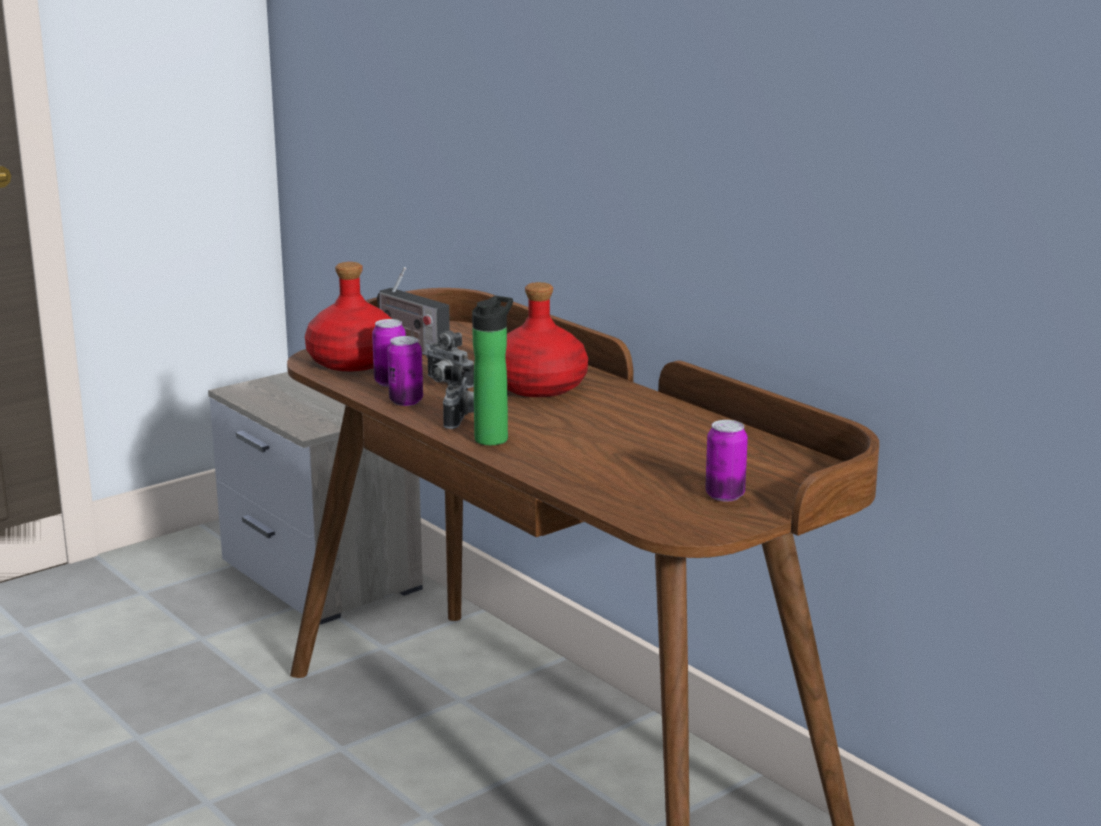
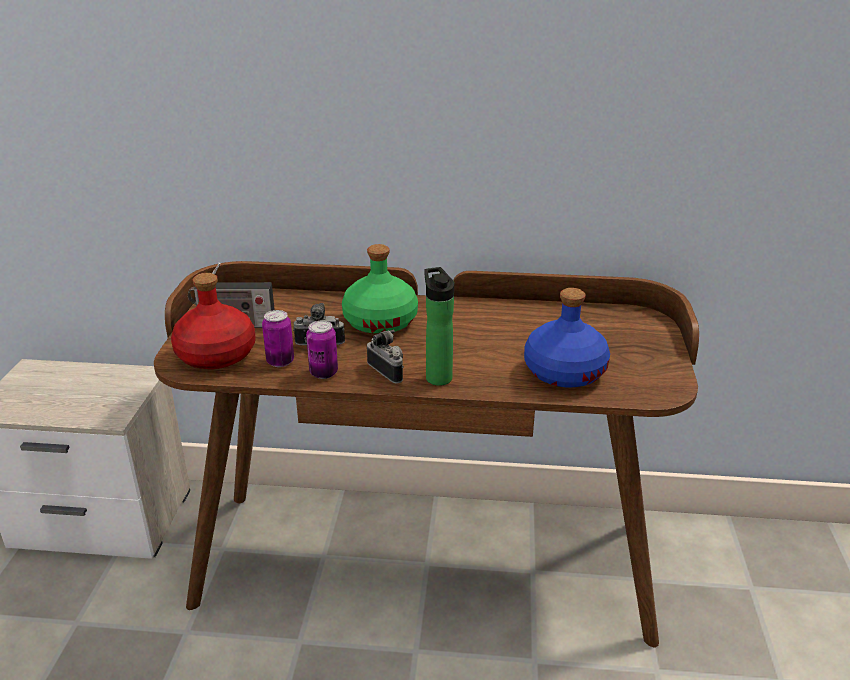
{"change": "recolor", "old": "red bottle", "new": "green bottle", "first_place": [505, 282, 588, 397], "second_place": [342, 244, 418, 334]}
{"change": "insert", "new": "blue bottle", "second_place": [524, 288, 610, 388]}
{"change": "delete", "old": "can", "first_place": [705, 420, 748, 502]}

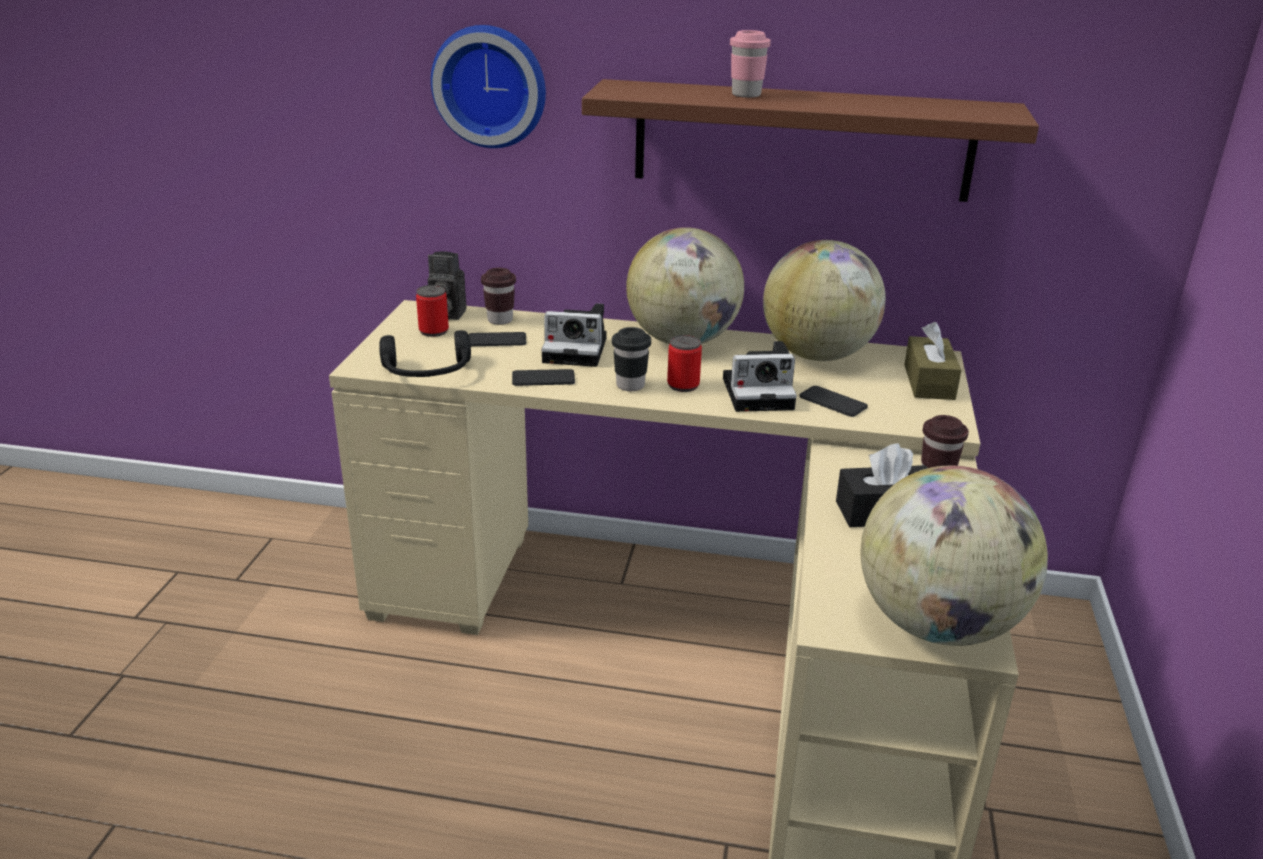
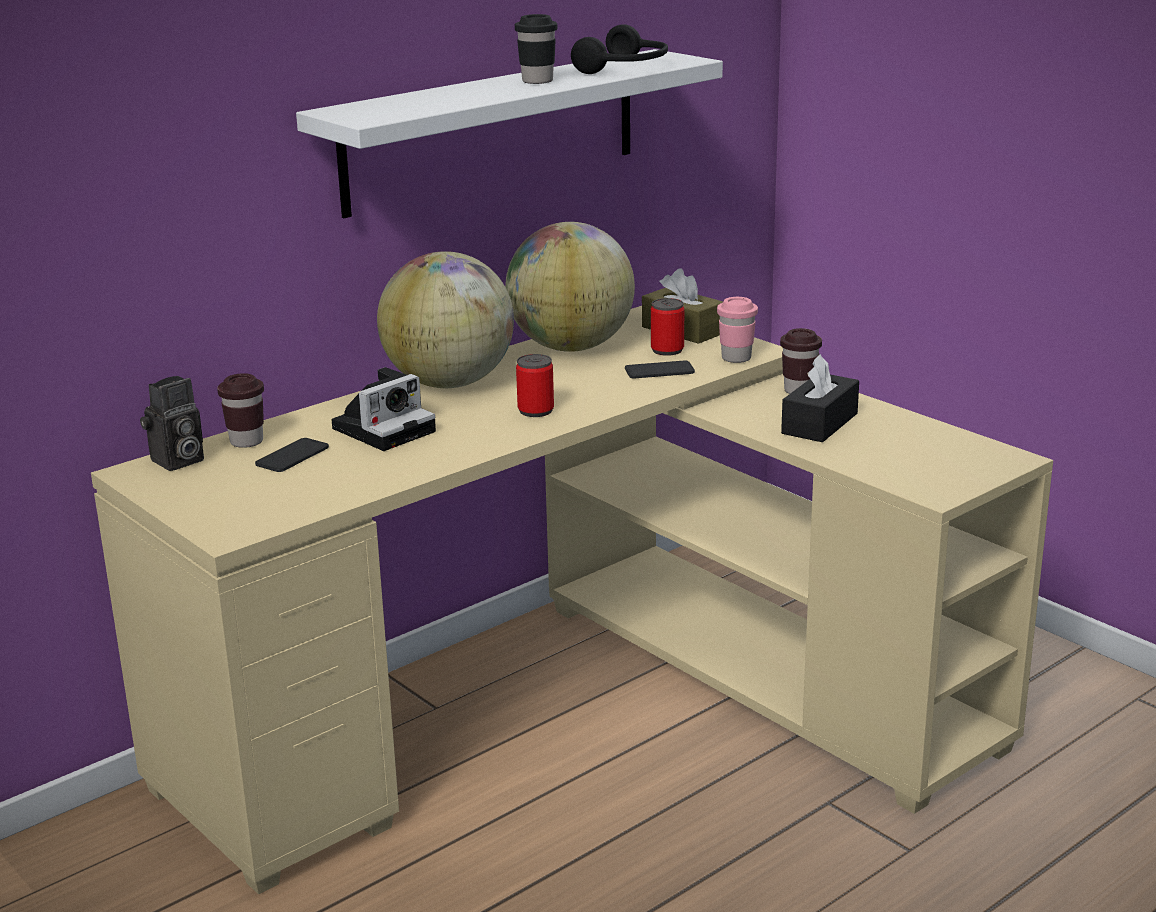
{"change": "recolor", "old": "brown shelf", "new": "white shelf", "first_place": [582, 79, 1039, 202], "second_place": [296, 49, 723, 218]}
{"change": "move", "old": "black cup", "first_place": [612, 327, 651, 391], "second_place": [515, 14, 557, 84]}
{"change": "move", "old": "black headphones", "first_place": [379, 330, 471, 377], "second_place": [571, 24, 668, 74]}
{"change": "move", "old": "can", "first_place": [416, 285, 449, 337], "second_place": [651, 298, 684, 356]}
{"change": "move", "old": "pink cup", "first_place": [730, 30, 771, 98], "second_place": [717, 297, 758, 363]}
{"change": "delete", "old": "wall clock", "first_place": [431, 25, 546, 148]}
{"change": "delete", "old": "phone", "first_place": [512, 369, 575, 386]}
{"change": "delete", "old": "photo camera", "first_place": [723, 341, 797, 412]}
{"change": "delete", "old": "globe", "first_place": [861, 465, 1048, 646]}

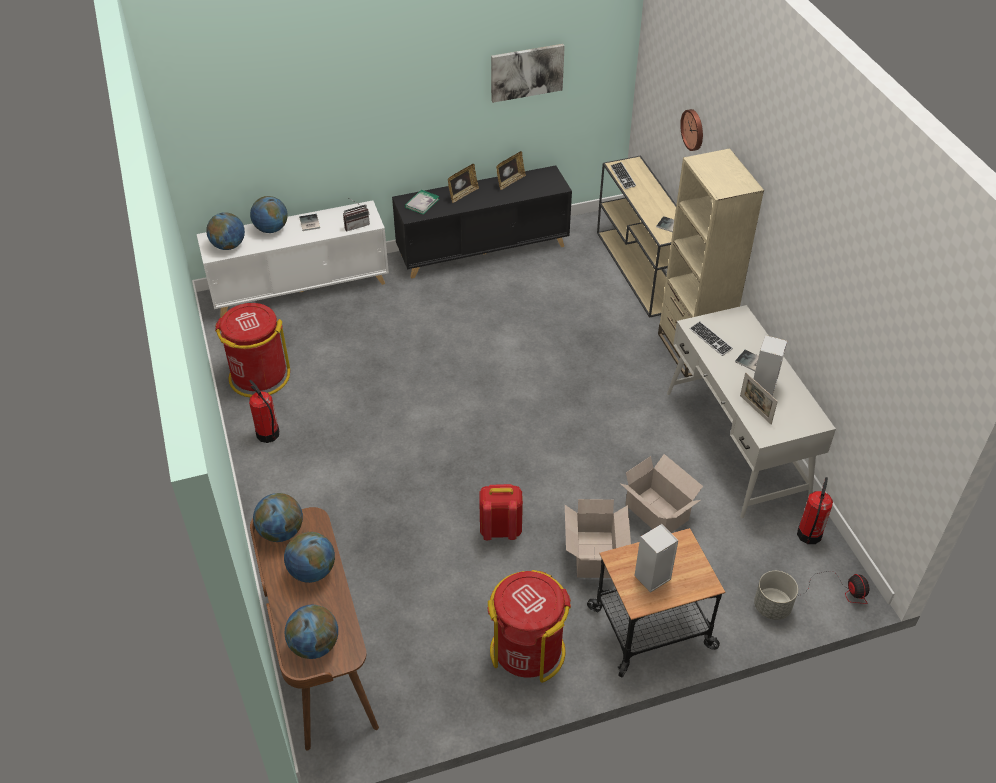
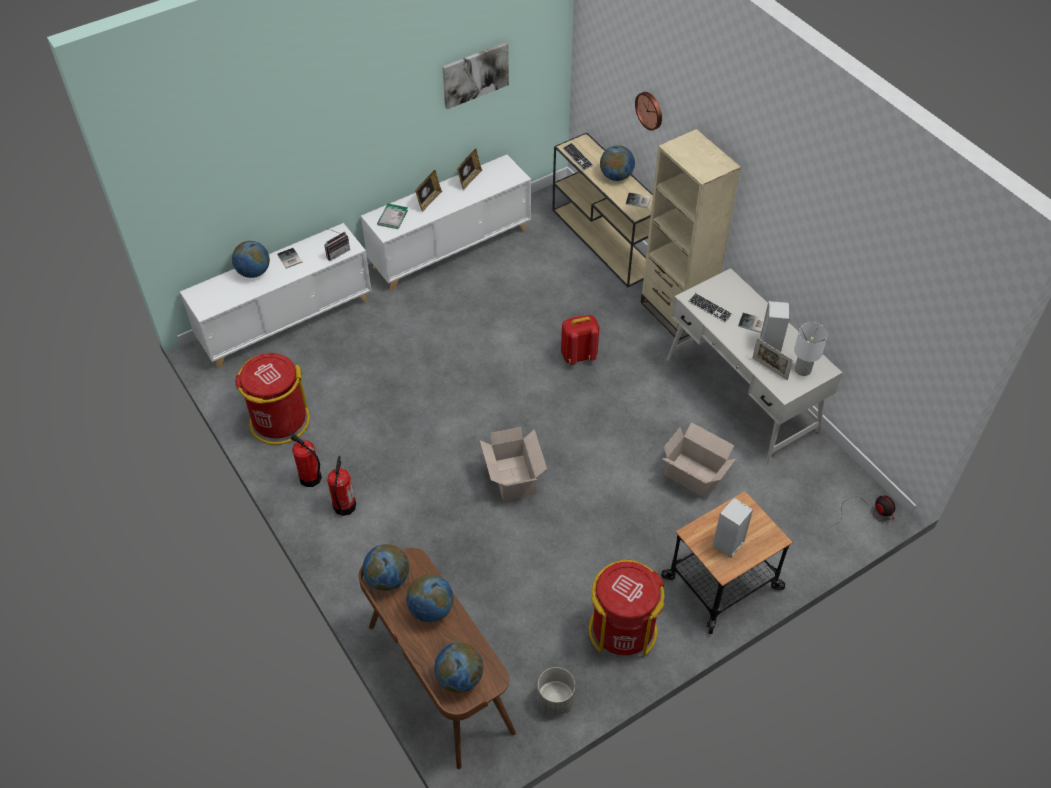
{"change": "move", "old": "fire extinguisher", "first_place": [797, 477, 833, 544], "second_place": [327, 456, 356, 516]}
{"change": "recolor", "old": "black cabinet", "new": "white cabinet", "first_place": [392, 165, 572, 279], "second_place": [361, 155, 531, 291]}
{"change": "move", "old": "cardboard box", "first_place": [565, 499, 631, 578], "second_place": [480, 427, 547, 501]}
{"change": "move", "old": "grey planter", "first_place": [754, 571, 798, 620], "second_place": [537, 667, 575, 715]}
{"change": "move", "old": "red backpack", "first_place": [479, 484, 523, 540], "second_place": [561, 315, 599, 365]}
{"change": "move", "old": "globe", "first_place": [206, 212, 245, 250], "second_place": [600, 145, 635, 181]}
{"change": "insert", "new": "white table lamp", "second_place": [794, 322, 828, 376]}

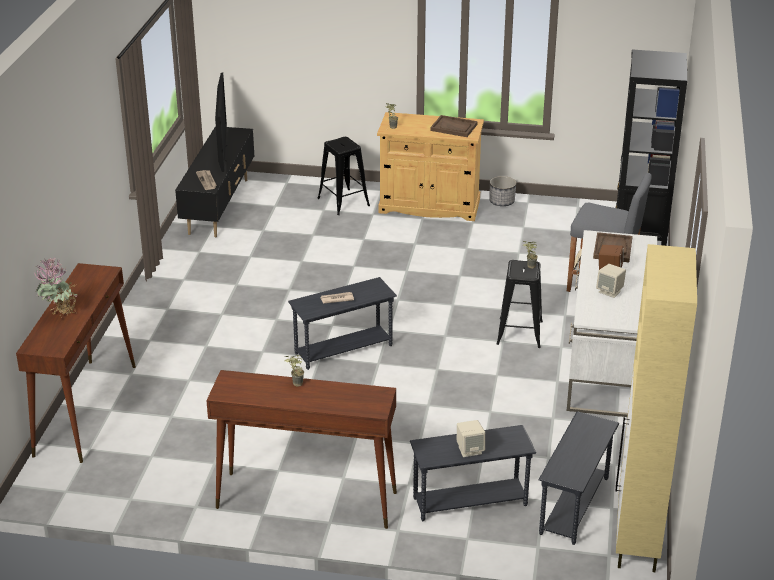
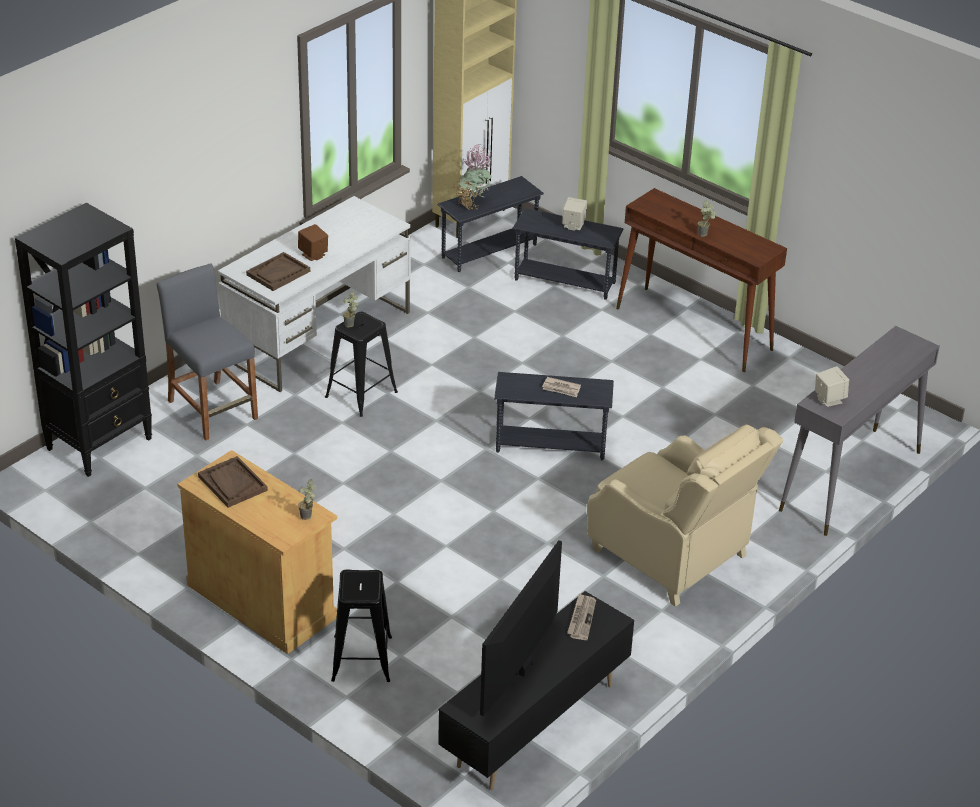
{"change": "move", "old": "potted plant", "first_place": [33, 258, 78, 315], "second_place": [452, 144, 492, 210]}
{"change": "insert", "new": "beige armchair", "second_place": [587, 425, 784, 607]}
{"change": "recolor", "old": "brown console table", "new": "grey console table", "first_place": [16, 263, 136, 463], "second_place": [779, 326, 940, 536]}
{"change": "move", "old": "beige speaker", "first_place": [596, 264, 626, 298], "second_place": [815, 366, 849, 407]}
{"change": "delete", "old": "planter", "first_place": [489, 176, 516, 206]}

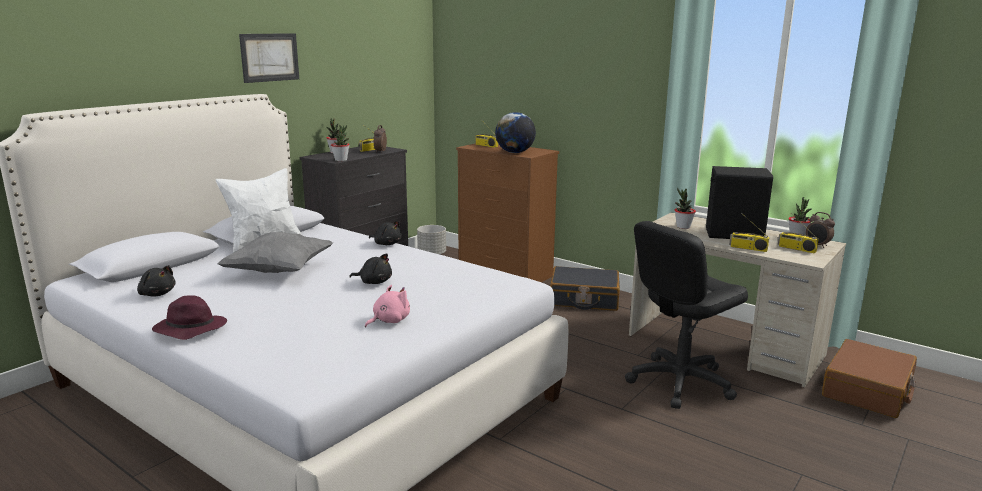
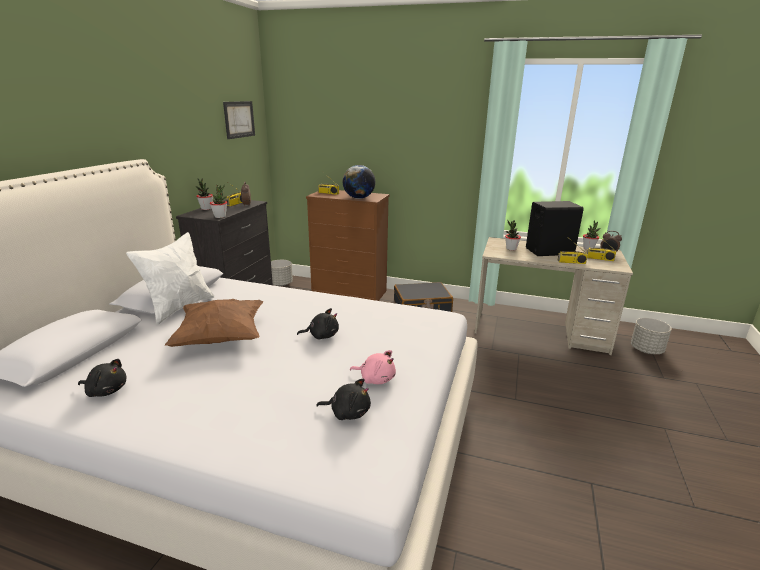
{"change": "recolor", "old": "grey pillow", "new": "brown pillow", "first_place": [217, 232, 333, 273], "second_place": [165, 299, 263, 347]}
{"change": "move", "old": "picture", "first_place": [239, 33, 299, 83], "second_place": [223, 101, 255, 139]}
{"change": "move", "old": "black plush toy", "first_place": [369, 220, 402, 245], "second_place": [316, 379, 371, 420]}
{"change": "rotate", "old": "pink plush toy", "first_place": [365, 285, 410, 328], "second_place": [350, 350, 396, 384], "degrees": 90}
{"change": "replace", "old": "brown suitcase", "new": "grey planter", "first_place": [822, 339, 917, 418], "second_place": [631, 318, 672, 354]}
{"change": "delete", "old": "purple hat", "first_place": [152, 295, 227, 340]}
{"change": "delete", "old": "black office chair", "first_place": [625, 221, 748, 409]}

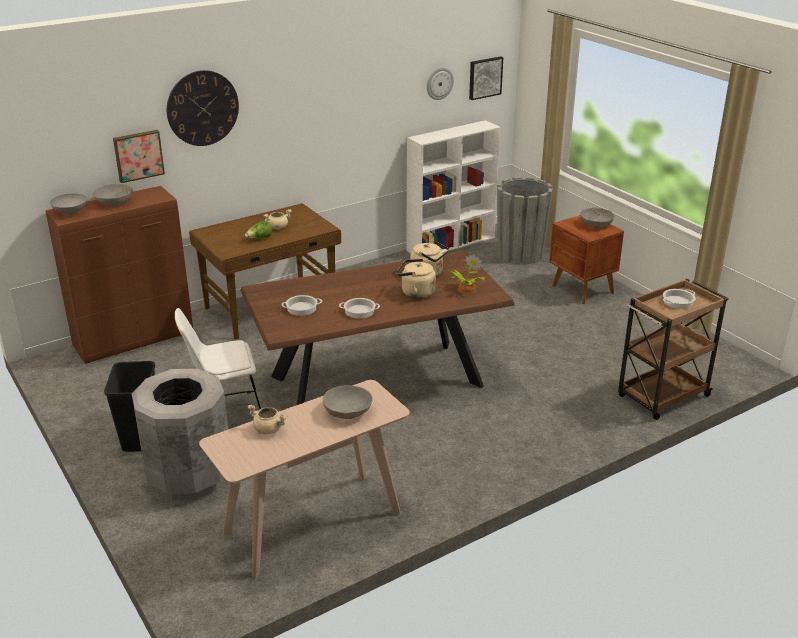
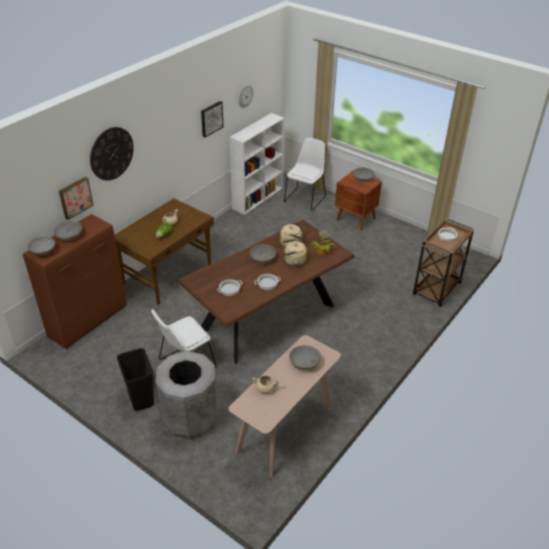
{"change": "move", "old": "picture", "first_place": [469, 56, 503, 100], "second_place": [201, 101, 223, 138]}
{"change": "insert", "new": "grey bowl", "second_place": [250, 244, 276, 264]}
{"change": "replace", "old": "grey planter", "new": "white chair", "first_place": [497, 177, 553, 265], "second_place": [284, 138, 326, 211]}

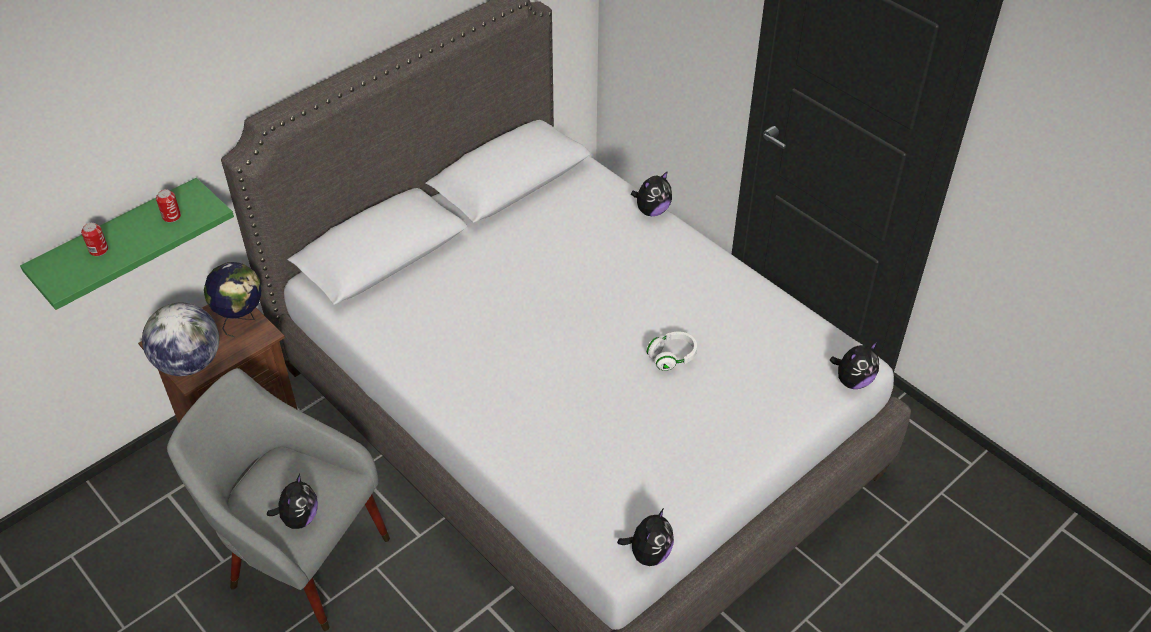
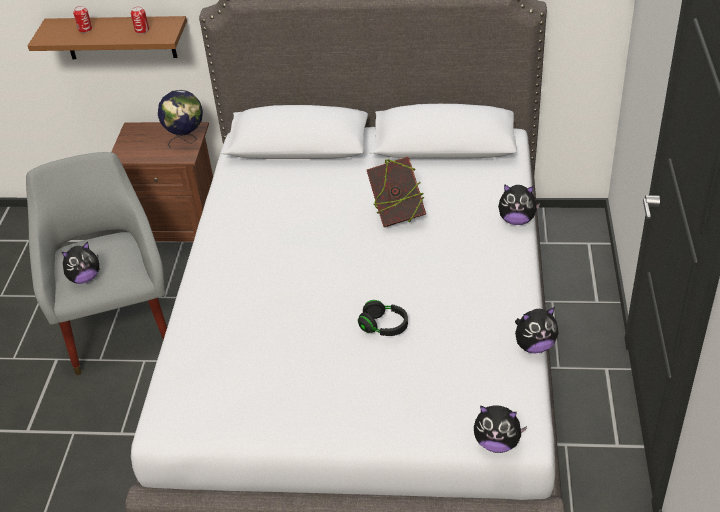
{"change": "recolor", "old": "green shelf", "new": "brown shelf", "first_place": [20, 178, 234, 310], "second_place": [28, 16, 187, 59]}
{"change": "recolor", "old": "white headphones", "new": "black headphones", "first_place": [647, 331, 697, 371], "second_place": [358, 300, 408, 336]}
{"change": "insert", "new": "book", "second_place": [367, 157, 426, 227]}
{"change": "move", "old": "plush toy", "first_place": [617, 508, 674, 566], "second_place": [515, 307, 558, 353]}
{"change": "delete", "old": "globe", "first_place": [142, 302, 219, 376]}

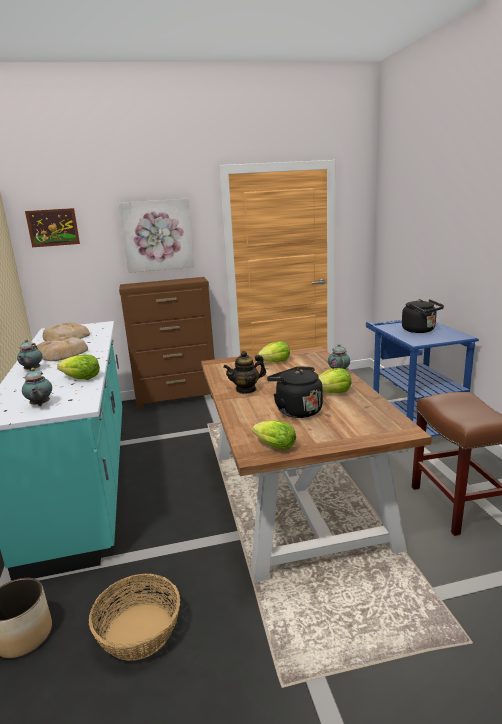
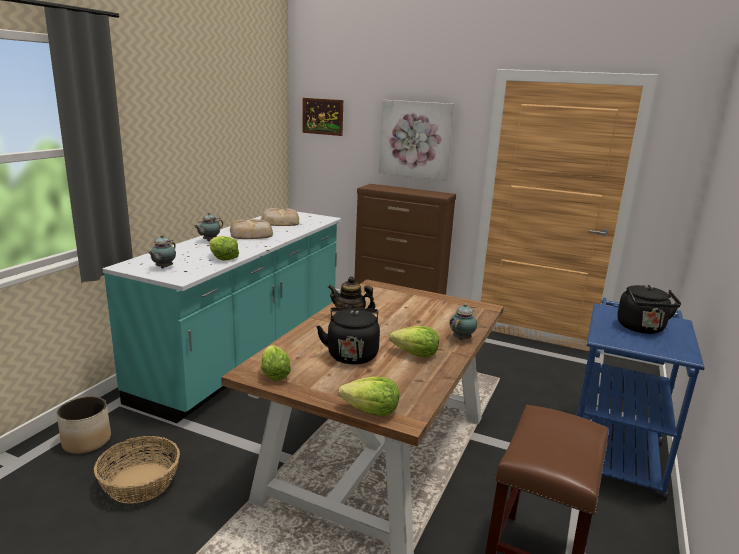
{"change": "move", "old": "lettuce", "first_place": [257, 341, 290, 362], "second_place": [338, 377, 399, 417]}

